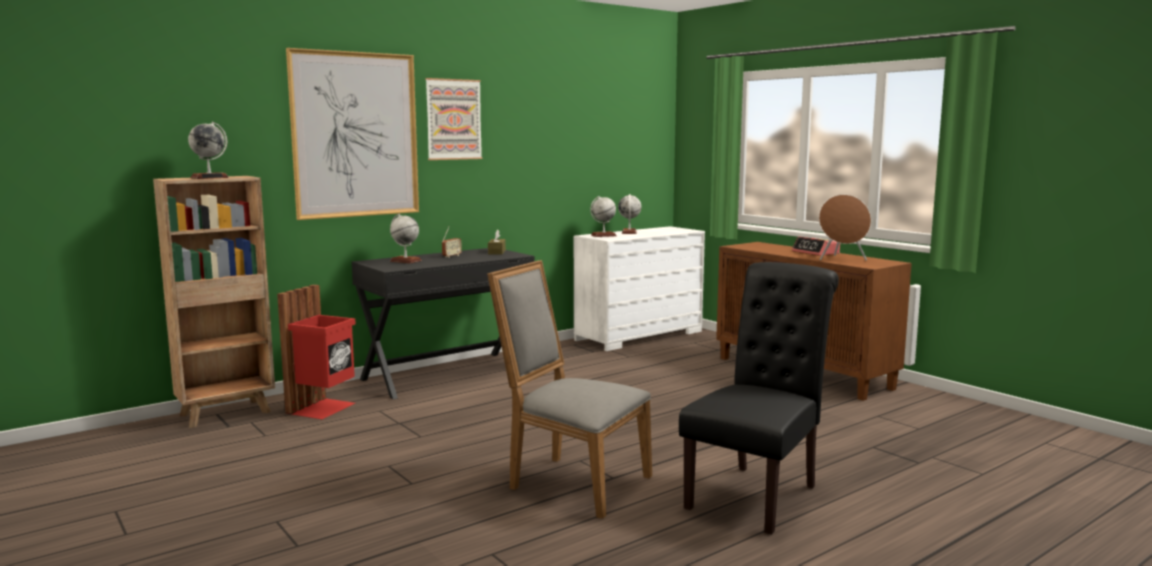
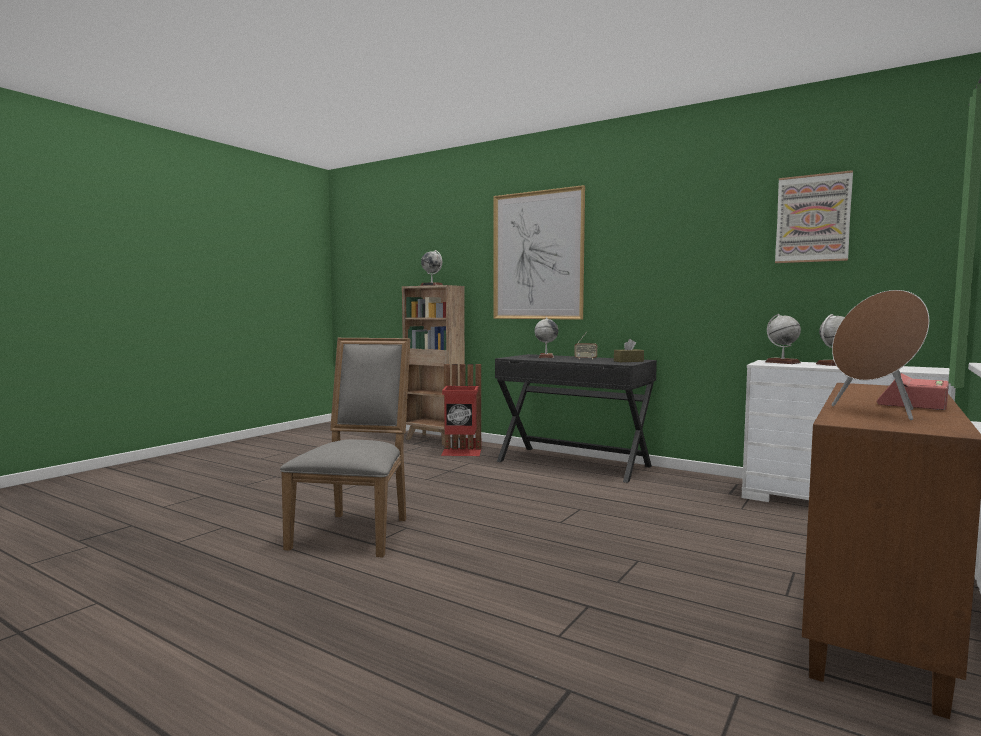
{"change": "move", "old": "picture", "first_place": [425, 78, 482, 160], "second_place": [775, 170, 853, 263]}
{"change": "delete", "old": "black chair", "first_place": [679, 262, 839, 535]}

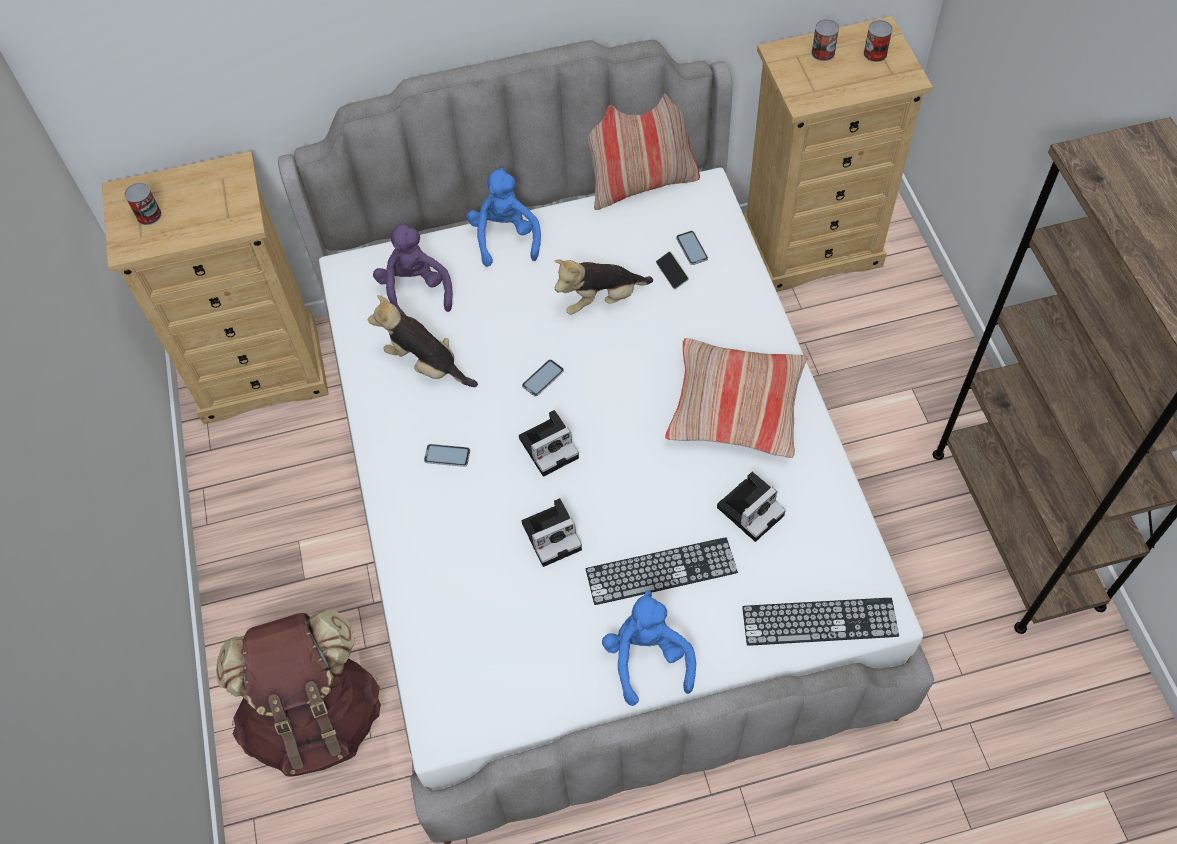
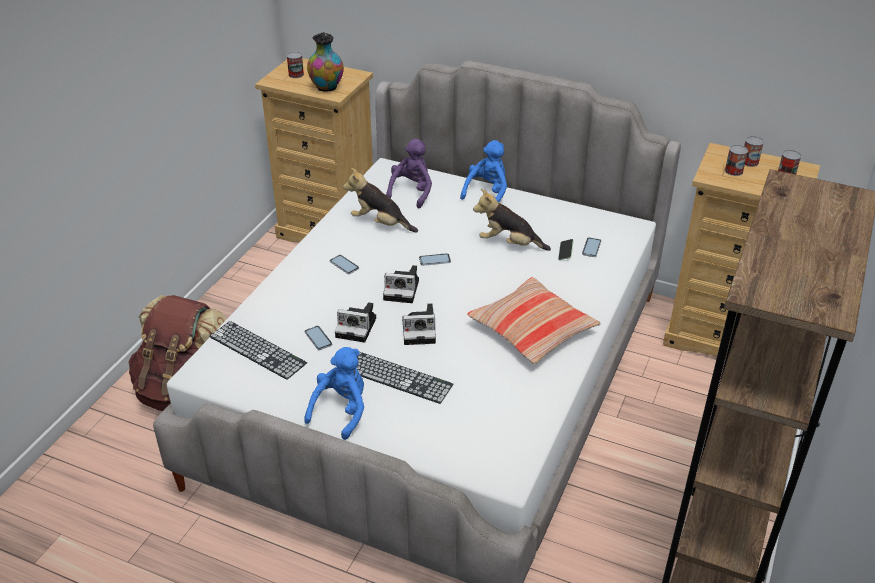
{"change": "move", "old": "keyboard", "first_place": [742, 598, 899, 646], "second_place": [209, 321, 307, 380]}
{"change": "insert", "new": "phone", "second_place": [304, 326, 332, 350]}
{"change": "insert", "new": "vase", "second_place": [307, 33, 344, 92]}
{"change": "rotate", "old": "plush toy", "first_place": [368, 295, 478, 387], "second_place": [343, 168, 418, 233], "degrees": -45}
{"change": "move", "old": "photo camera", "first_place": [717, 472, 786, 542], "second_place": [402, 303, 436, 345]}
{"change": "insert", "new": "can", "second_place": [725, 145, 748, 176]}
{"change": "delete", "old": "pillow", "first_place": [587, 93, 700, 210]}

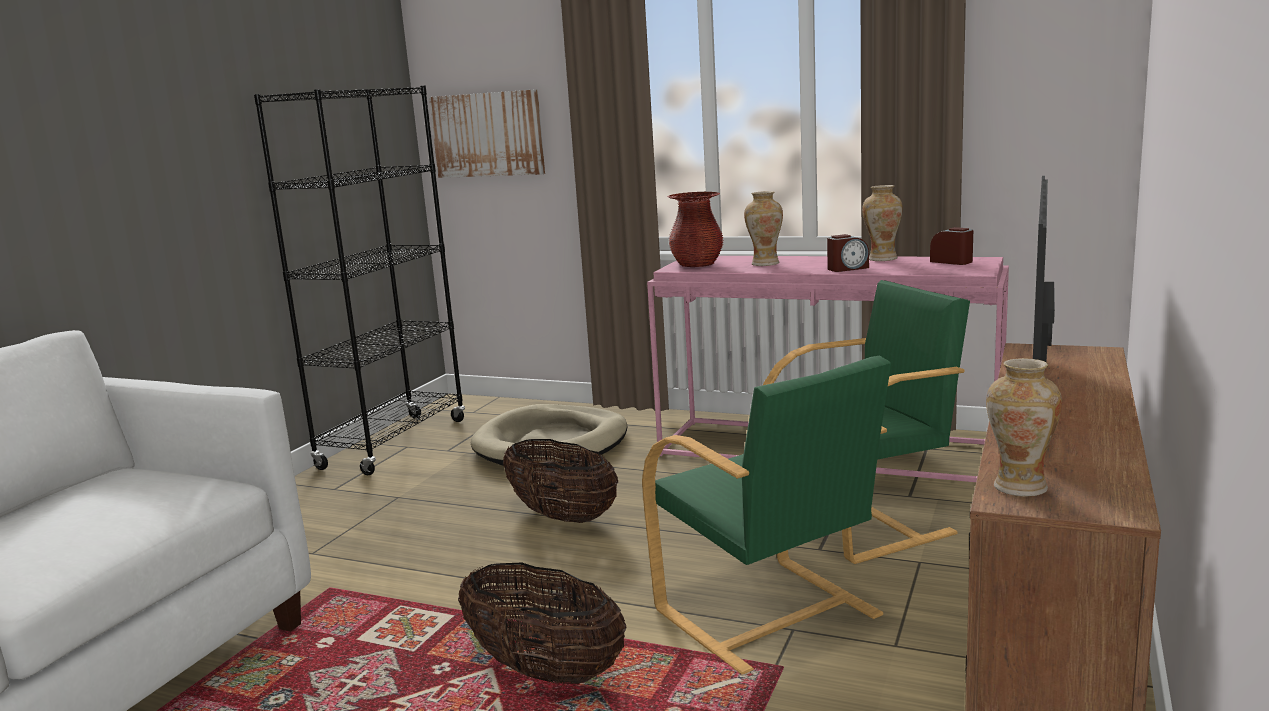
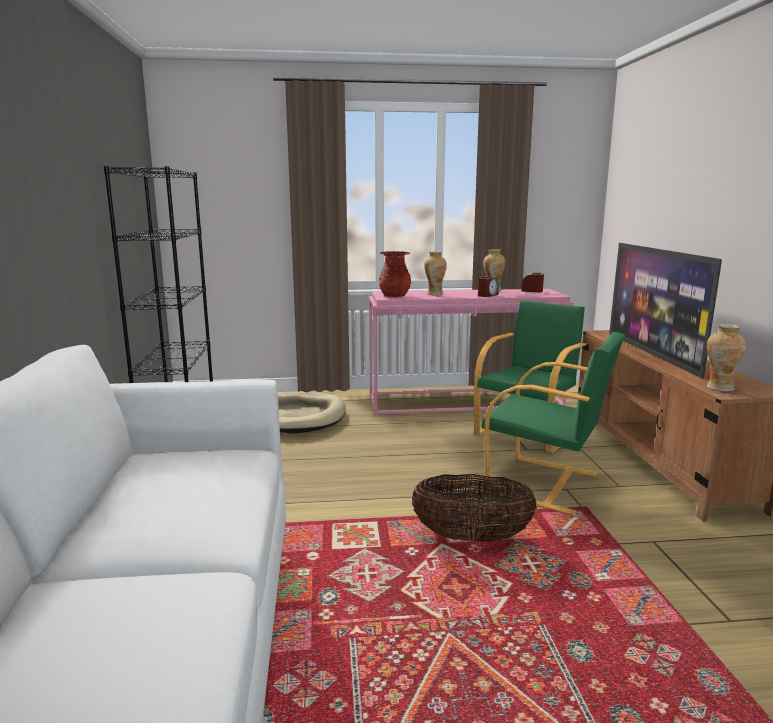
{"change": "delete", "old": "picture", "first_place": [429, 89, 545, 178]}
{"change": "delete", "old": "basket", "first_place": [503, 439, 618, 523]}

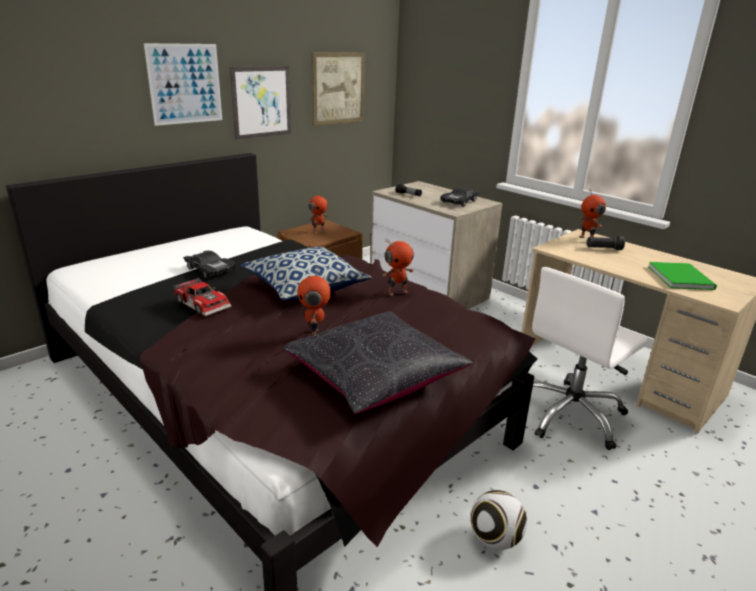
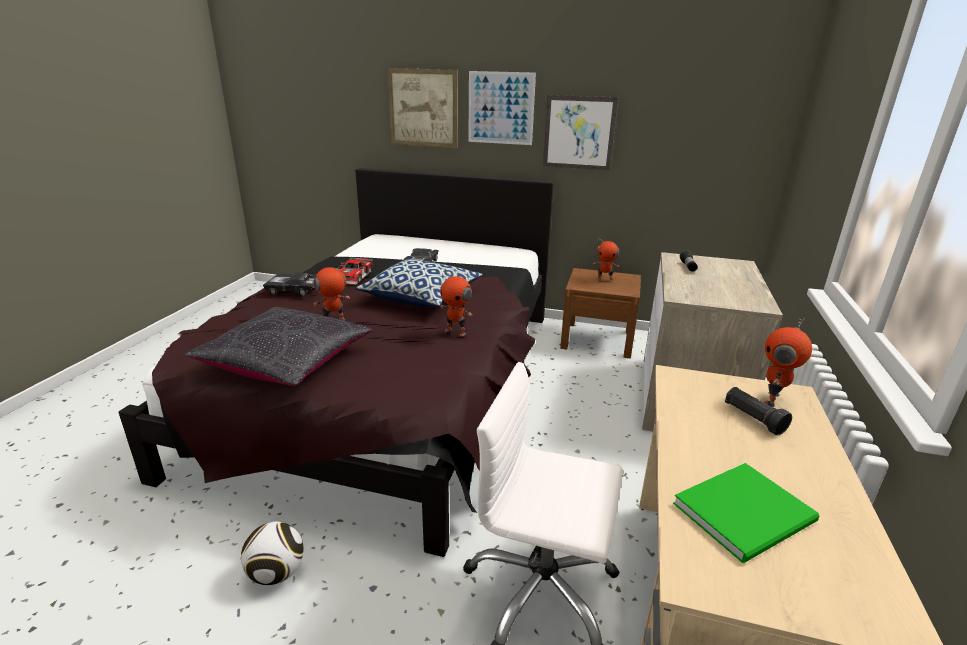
{"change": "move", "old": "black toy car", "first_place": [440, 188, 479, 207], "second_place": [263, 273, 316, 296]}
{"change": "move", "old": "picture", "first_place": [311, 52, 365, 126], "second_place": [387, 68, 458, 148]}

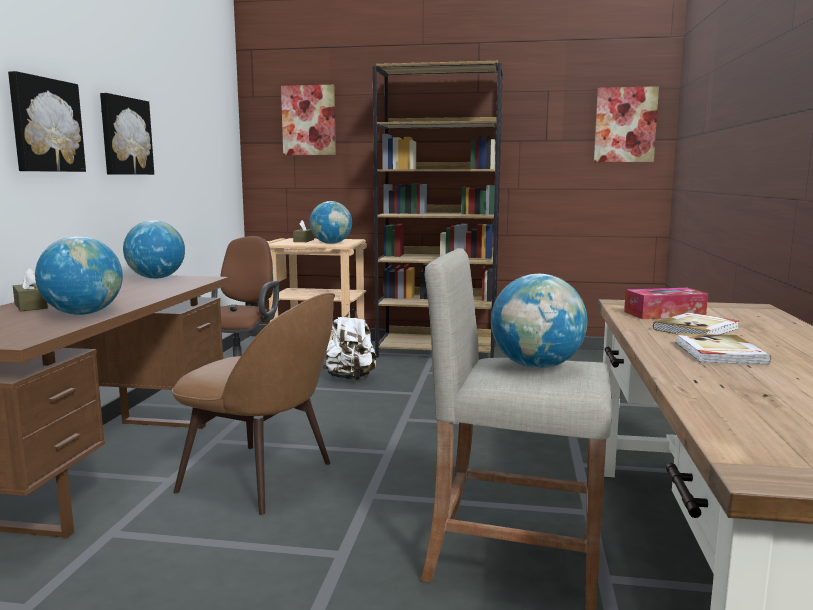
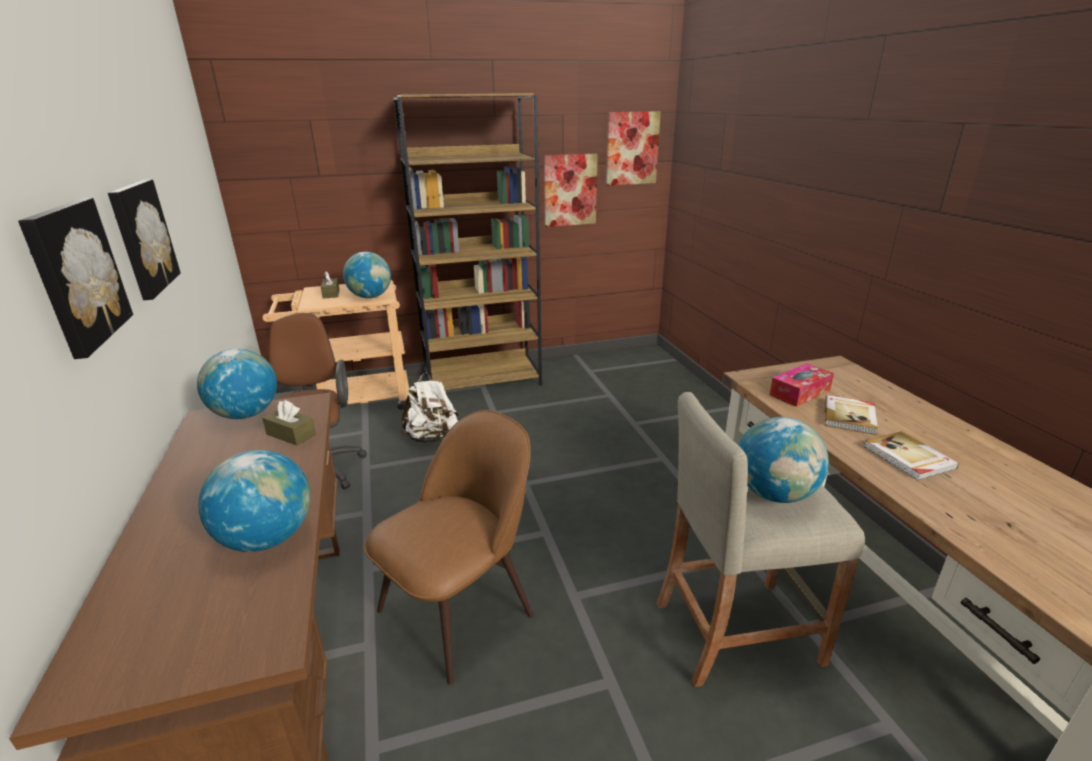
{"change": "move", "old": "brown tissue box", "first_place": [13, 268, 48, 311], "second_place": [262, 400, 316, 446]}
{"change": "rotate", "old": "brown chair", "first_place": [172, 293, 335, 515], "second_place": [364, 410, 534, 685], "degrees": -45}
{"change": "move", "old": "picture", "first_place": [281, 85, 336, 155], "second_place": [544, 153, 598, 227]}

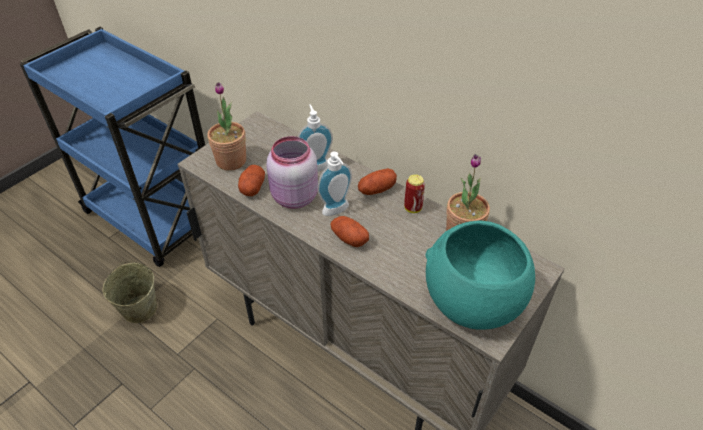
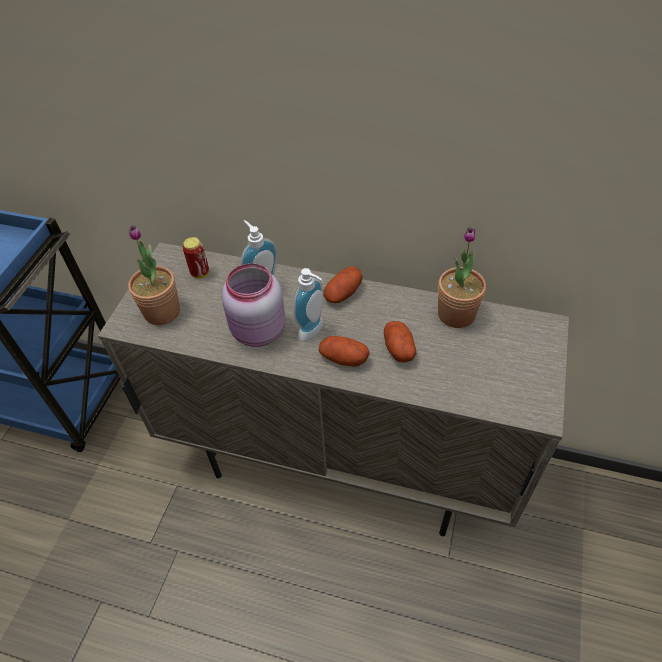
{"change": "move", "old": "can", "first_place": [404, 174, 425, 213], "second_place": [183, 237, 209, 279]}
{"change": "move", "old": "potato", "first_place": [238, 165, 265, 196], "second_place": [384, 321, 416, 363]}
{"change": "delete", "old": "beige bucket", "first_place": [102, 262, 157, 323]}
{"change": "delete", "old": "turquoise bowl", "first_place": [425, 221, 535, 330]}

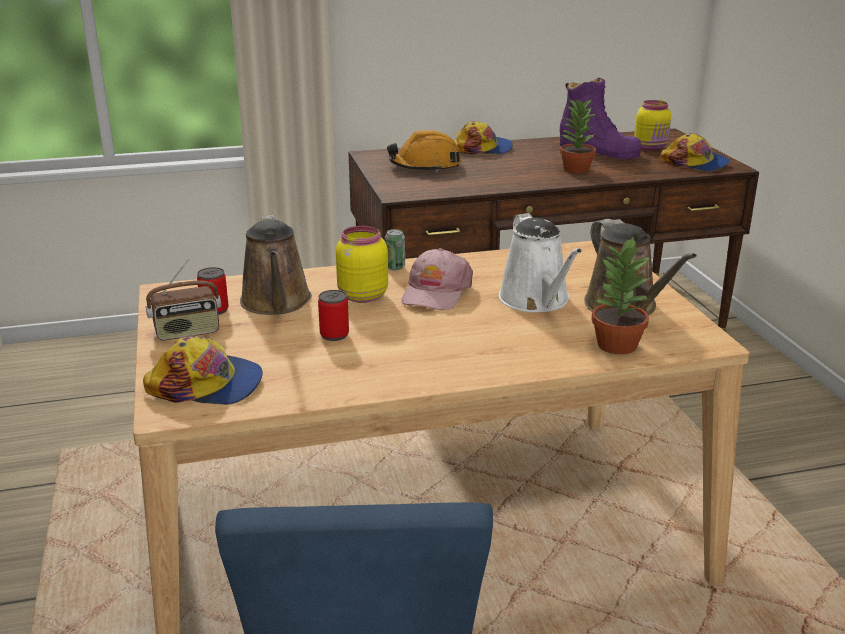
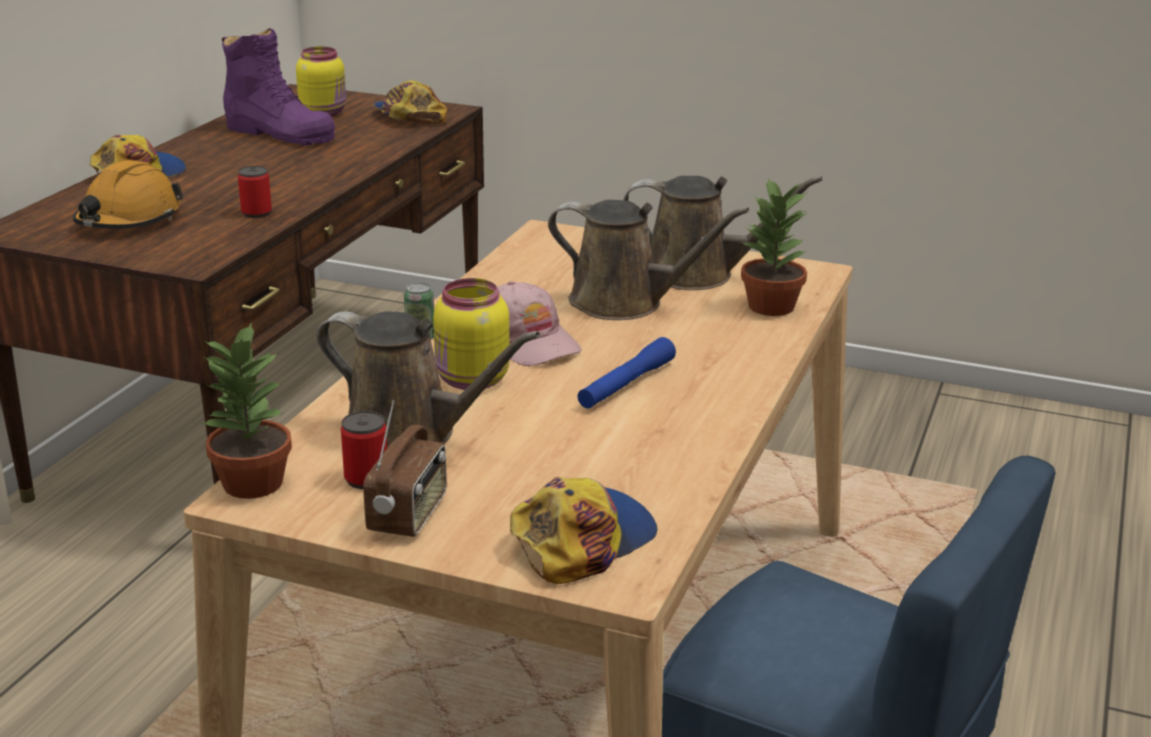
{"change": "move", "old": "potted plant", "first_place": [560, 98, 596, 173], "second_place": [202, 322, 292, 499]}
{"change": "rotate", "old": "purple boot", "first_place": [560, 78, 642, 159], "second_place": [222, 28, 335, 146], "degrees": 45}
{"change": "move", "old": "can", "first_place": [318, 290, 349, 341], "second_place": [238, 166, 272, 218]}
{"change": "rotate", "old": "cap", "first_place": [661, 133, 730, 171], "second_place": [374, 80, 447, 124], "degrees": -105}
{"change": "recolor", "old": "white watering can", "new": "brown watering can", "first_place": [499, 213, 582, 312], "second_place": [548, 200, 749, 320]}
{"change": "insert", "new": "blue flashlight", "second_place": [578, 337, 676, 408]}

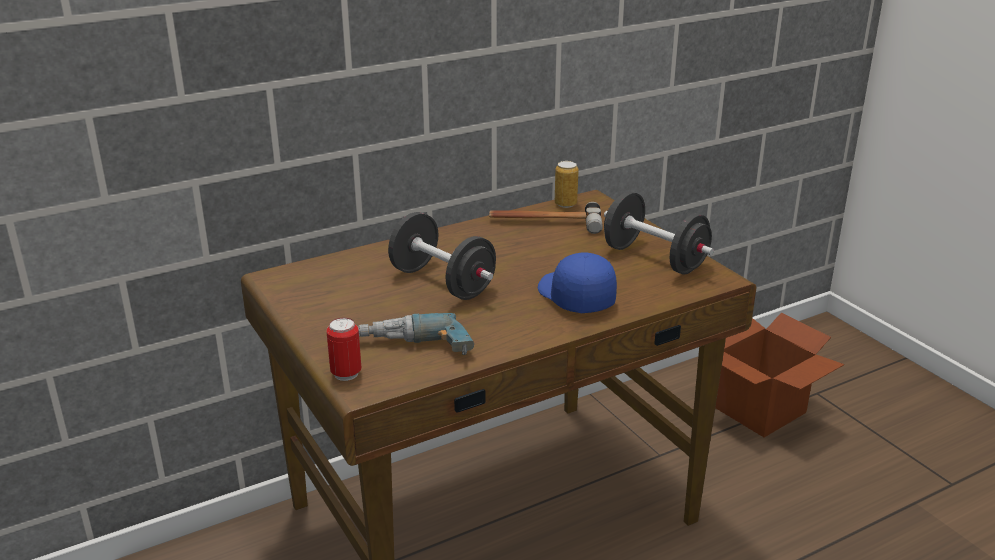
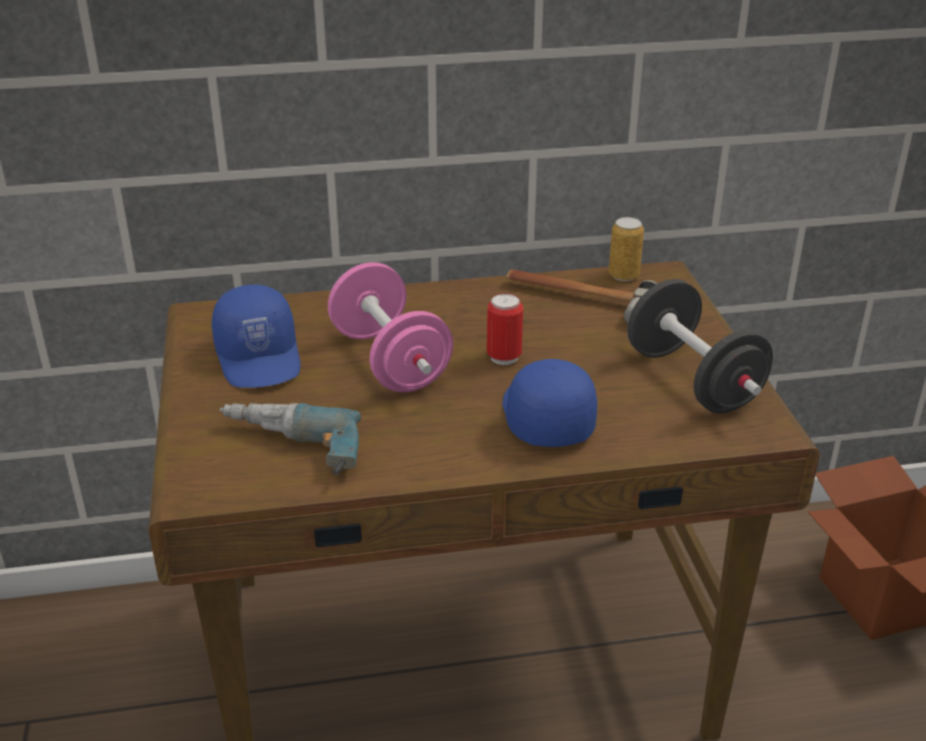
{"change": "insert", "new": "blue cap", "second_place": [212, 285, 301, 388]}
{"change": "recolor", "old": "black dumbbell", "new": "pink dumbbell", "first_place": [388, 212, 496, 300], "second_place": [328, 262, 453, 392]}
{"change": "move", "old": "can", "first_place": [326, 318, 361, 381], "second_place": [487, 293, 523, 365]}

